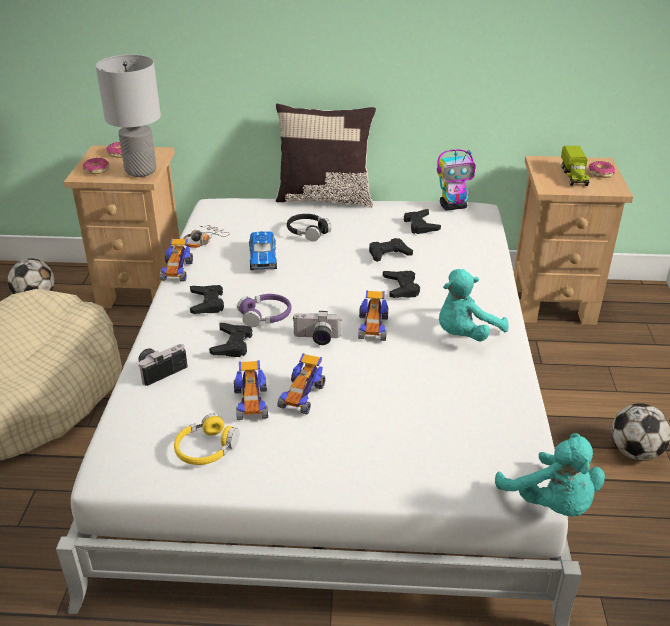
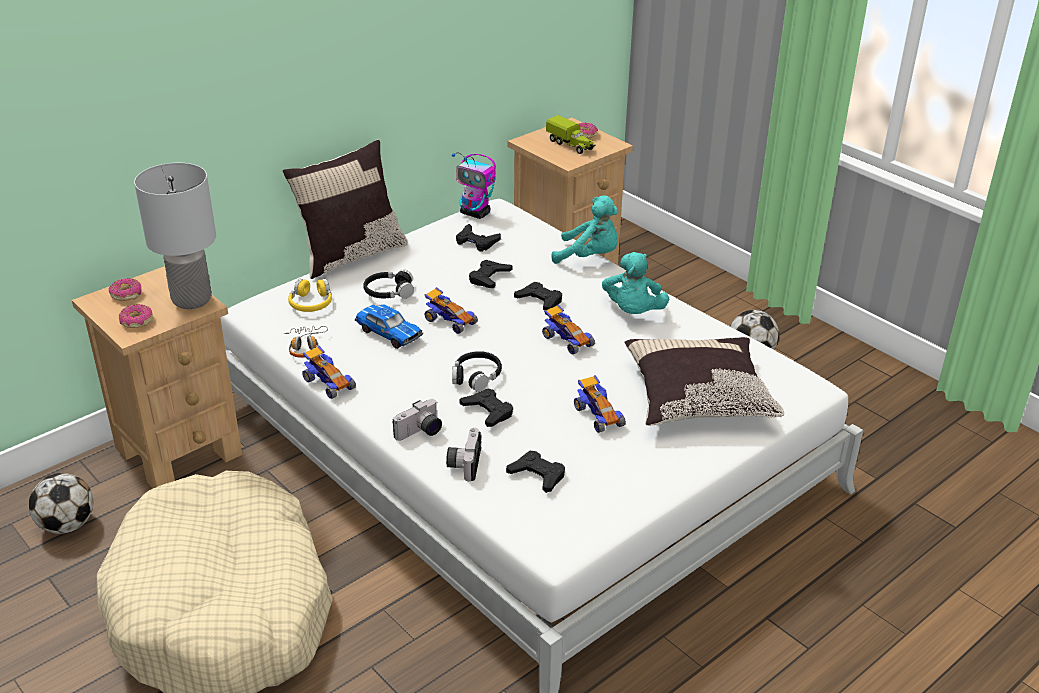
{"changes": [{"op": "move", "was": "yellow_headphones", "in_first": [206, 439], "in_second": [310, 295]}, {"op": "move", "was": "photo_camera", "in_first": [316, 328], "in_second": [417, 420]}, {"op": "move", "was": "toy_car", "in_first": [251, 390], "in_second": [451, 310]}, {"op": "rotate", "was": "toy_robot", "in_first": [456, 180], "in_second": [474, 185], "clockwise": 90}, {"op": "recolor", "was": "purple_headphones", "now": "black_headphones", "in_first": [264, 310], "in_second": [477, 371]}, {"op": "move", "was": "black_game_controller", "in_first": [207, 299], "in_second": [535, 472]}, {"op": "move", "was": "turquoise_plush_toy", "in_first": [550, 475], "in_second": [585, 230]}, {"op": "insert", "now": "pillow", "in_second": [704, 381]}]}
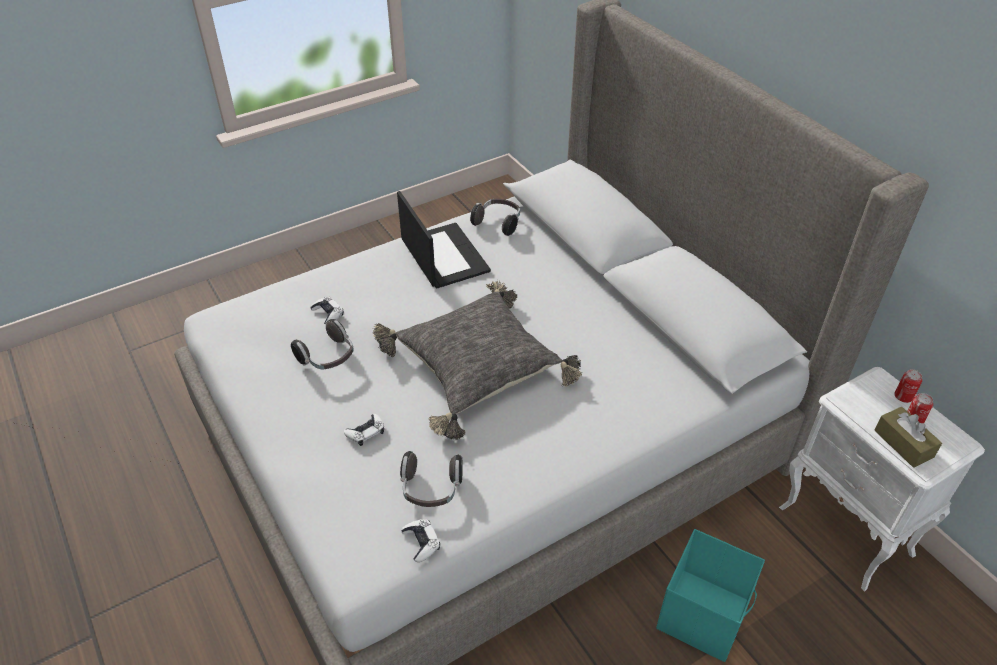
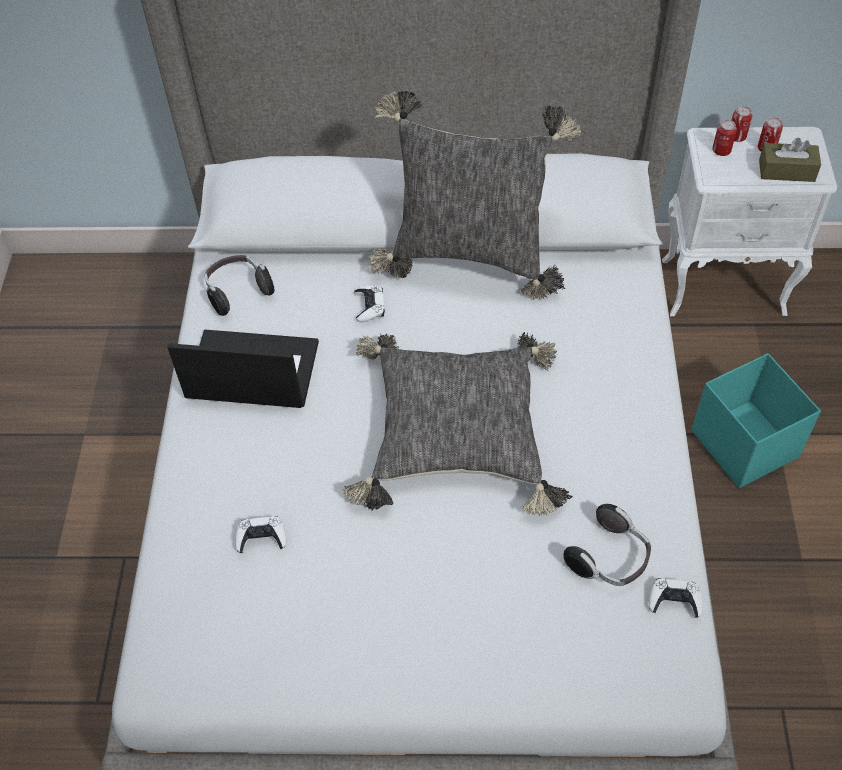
{"changes": [{"op": "move", "was": "white_game_controller", "in_first": [364, 430], "in_second": [369, 303]}, {"op": "insert", "now": "pillow", "in_second": [474, 196]}, {"op": "insert", "now": "can", "in_second": [724, 138]}, {"op": "delete", "was": "headphones", "in_first": [322, 344]}]}
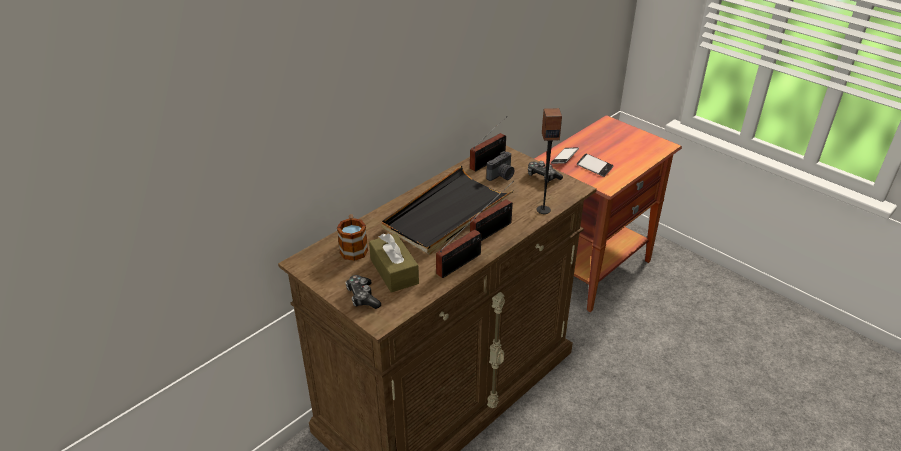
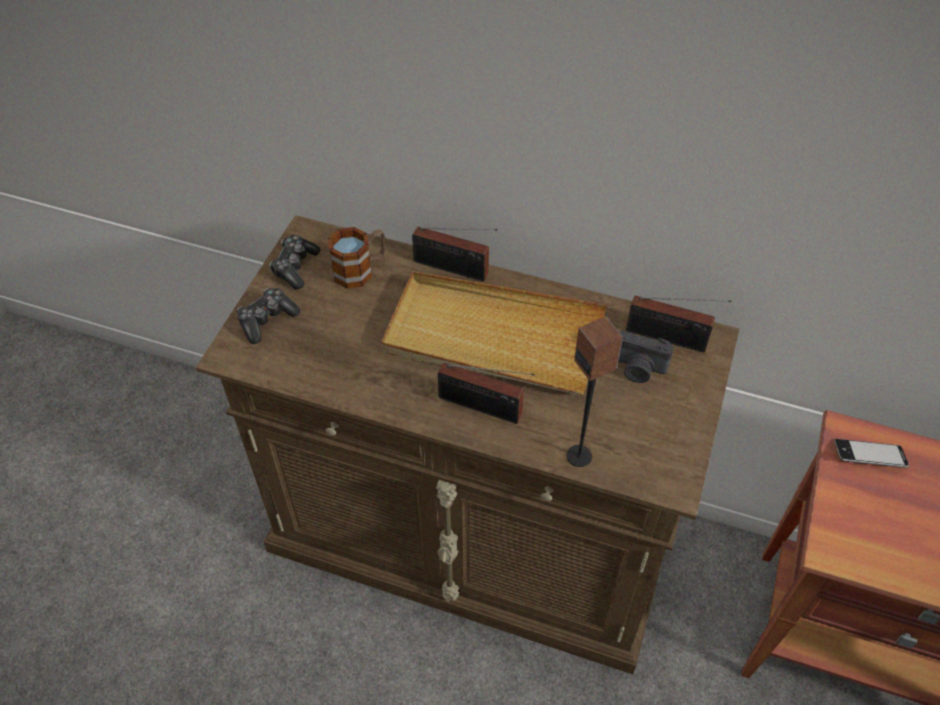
{"changes": [{"op": "move", "was": "game_controller", "in_first": [545, 172], "in_second": [295, 262]}, {"op": "recolor", "was": "black_tray", "now": "beige_tray", "in_first": [447, 210], "in_second": [494, 333]}, {"op": "move", "was": "radio", "in_first": [459, 244], "in_second": [455, 254]}, {"op": "delete", "was": "brown_tissue_box", "in_first": [394, 263]}, {"op": "delete", "was": "phone", "in_first": [595, 165]}]}
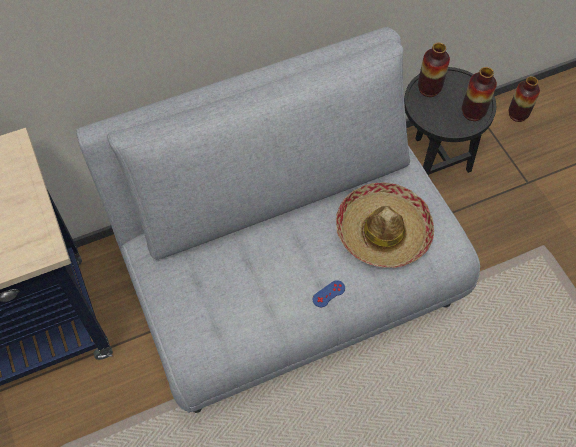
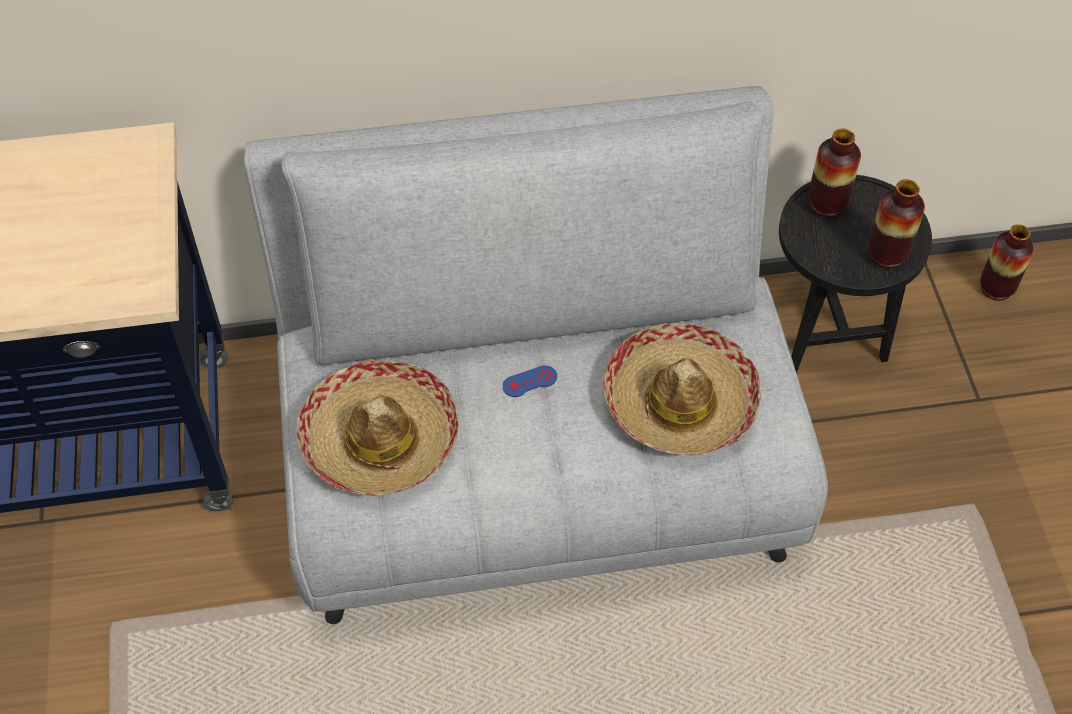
{"changes": [{"op": "insert", "now": "hat", "in_second": [378, 428]}, {"op": "move", "was": "blue_game_controller", "in_first": [329, 293], "in_second": [530, 381]}]}
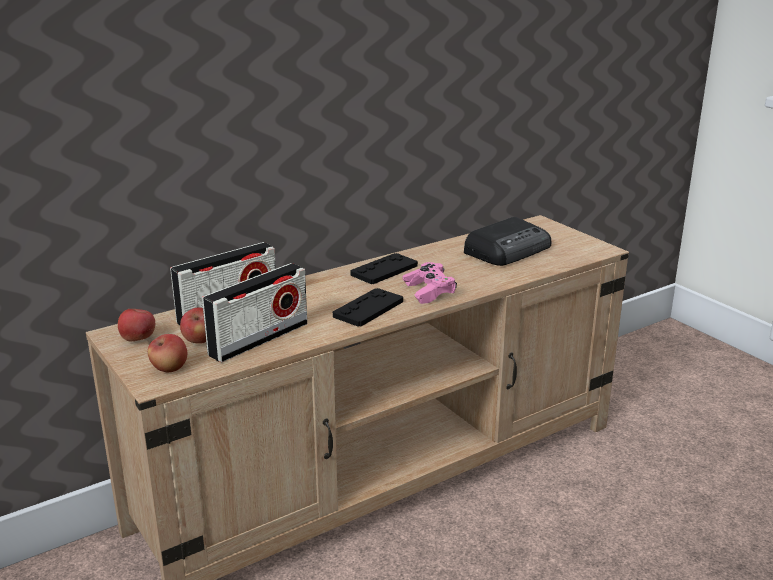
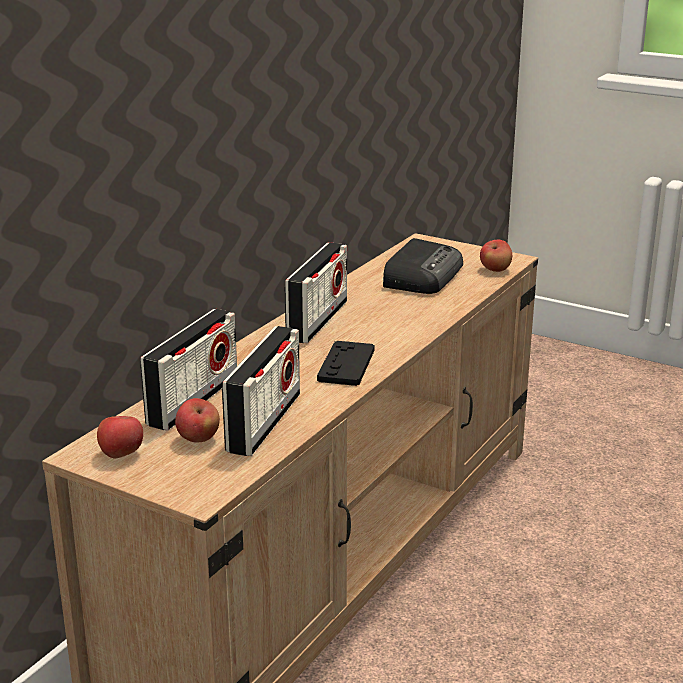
{"changes": [{"op": "replace", "was": "black_game_controller", "now": "radio", "in_first": [384, 268], "in_second": [316, 292]}, {"op": "move", "was": "apple", "in_first": [167, 353], "in_second": [496, 256]}, {"op": "delete", "was": "pink_game_controller", "in_first": [430, 283]}]}
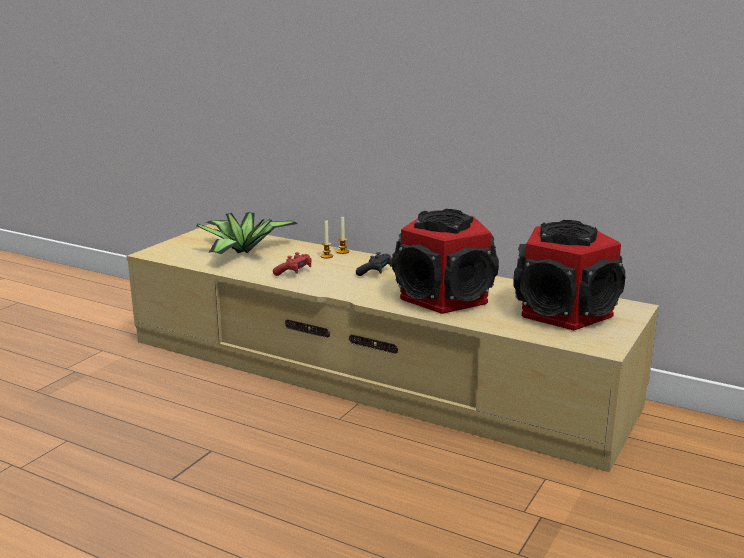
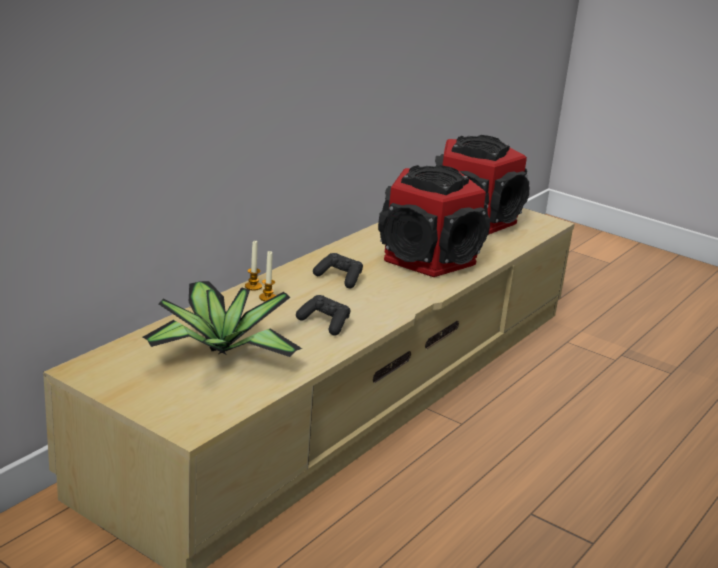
{"changes": [{"op": "recolor", "was": "red_game_controller", "now": "black_game_controller", "in_first": [292, 264], "in_second": [323, 315]}]}
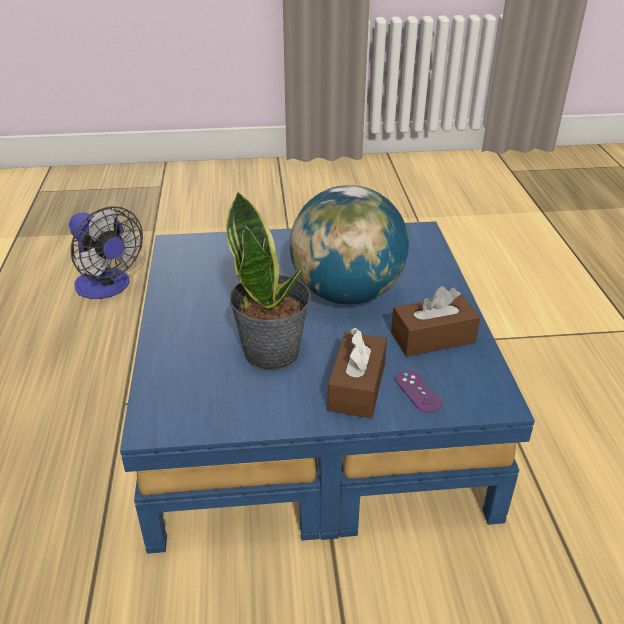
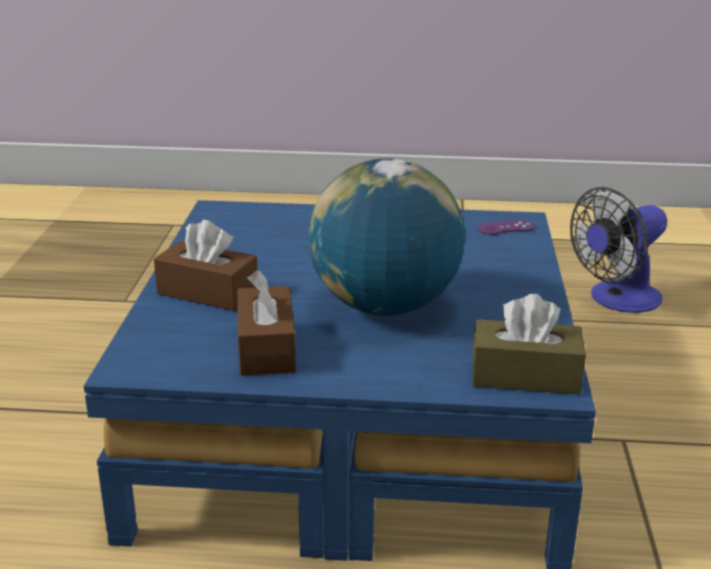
{"changes": [{"op": "insert", "now": "brown_tissue_box", "in_second": [529, 344]}, {"op": "move", "was": "purple_game_controller", "in_first": [418, 391], "in_second": [506, 227]}, {"op": "delete", "was": "potted_plant", "in_first": [268, 280]}]}
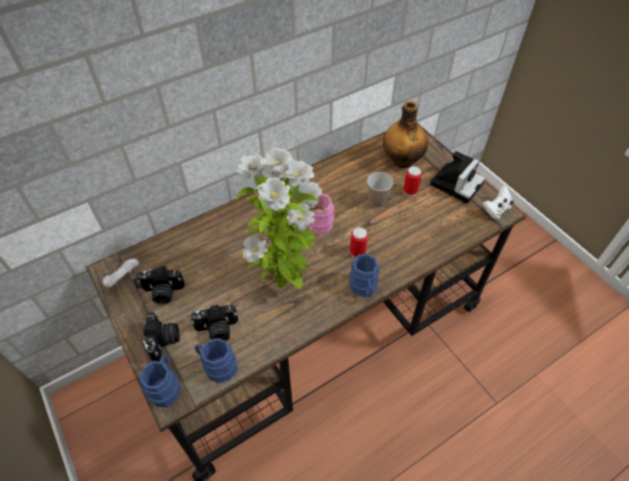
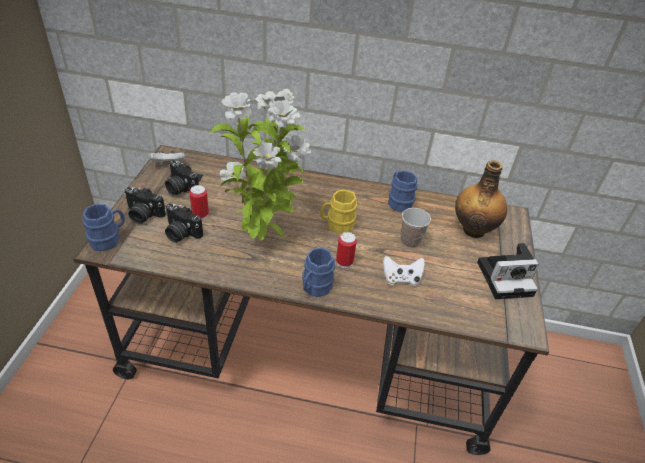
{"changes": [{"op": "rotate", "was": "photo_camera", "in_first": [161, 337], "in_second": [145, 205], "clockwise": 75}, {"op": "move", "was": "can", "in_first": [412, 181], "in_second": [199, 202]}, {"op": "recolor", "was": "pink_mug", "now": "yellow_mug", "in_first": [320, 214], "in_second": [338, 212]}, {"op": "move", "was": "white_game_controller", "in_first": [498, 202], "in_second": [404, 271]}, {"op": "move", "was": "blue_mug", "in_first": [216, 360], "in_second": [403, 191]}]}
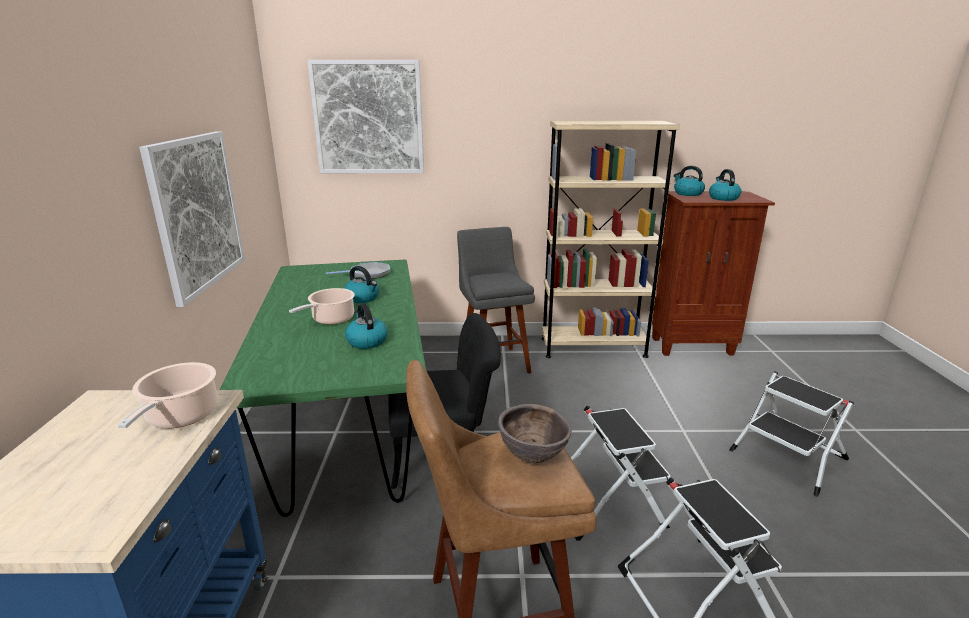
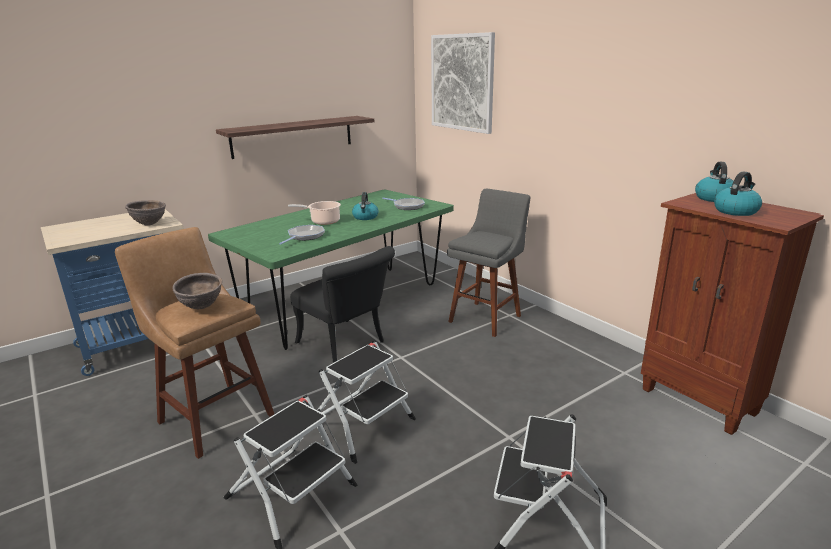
{"changes": [{"op": "replace", "was": "cooking_pot", "now": "brown_bowl", "in_first": [168, 395], "in_second": [145, 213]}, {"op": "replace", "was": "picture", "now": "shelf", "in_first": [192, 219], "in_second": [295, 137]}, {"op": "replace", "was": "kettle", "now": "frying_pan", "in_first": [366, 326], "in_second": [302, 235]}, {"op": "delete", "was": "beige_bookcase", "in_first": [611, 239]}]}
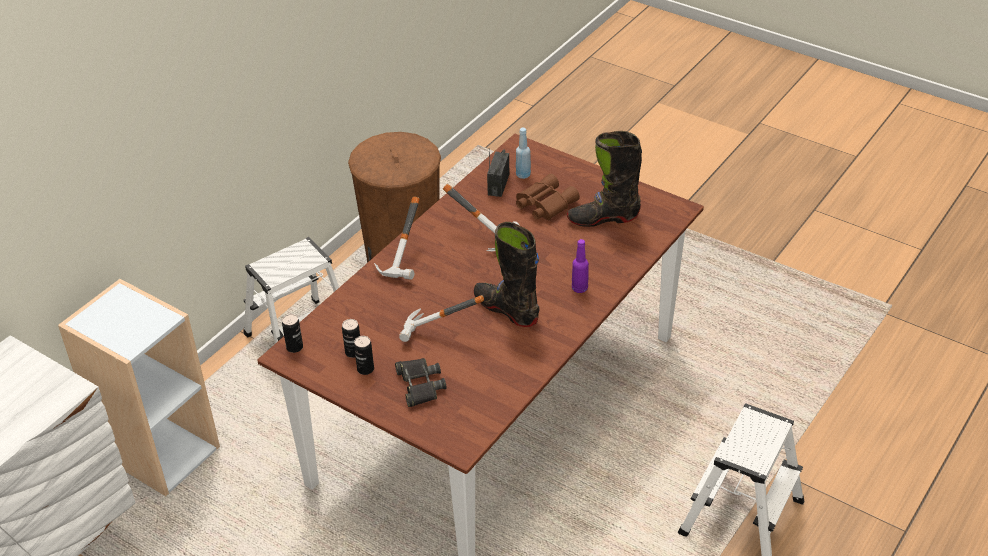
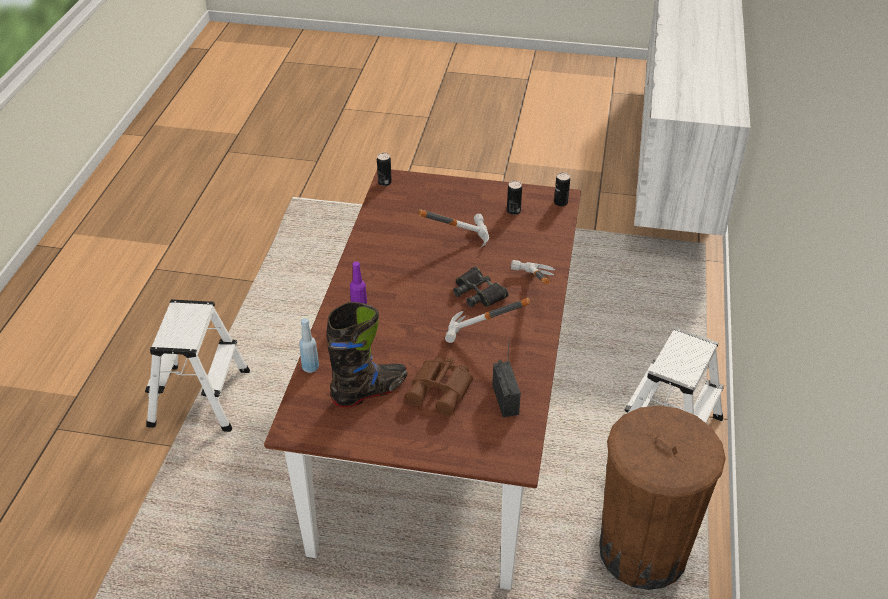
{"changes": [{"op": "move", "was": "blue_bottle", "in_first": [523, 153], "in_second": [309, 345]}, {"op": "move", "was": "can", "in_first": [364, 355], "in_second": [384, 169]}, {"op": "move", "was": "black_binoculars", "in_first": [421, 382], "in_second": [481, 286]}, {"op": "delete", "was": "bookcase", "in_first": [139, 387]}, {"op": "delete", "was": "black_boot", "in_first": [507, 274]}]}
